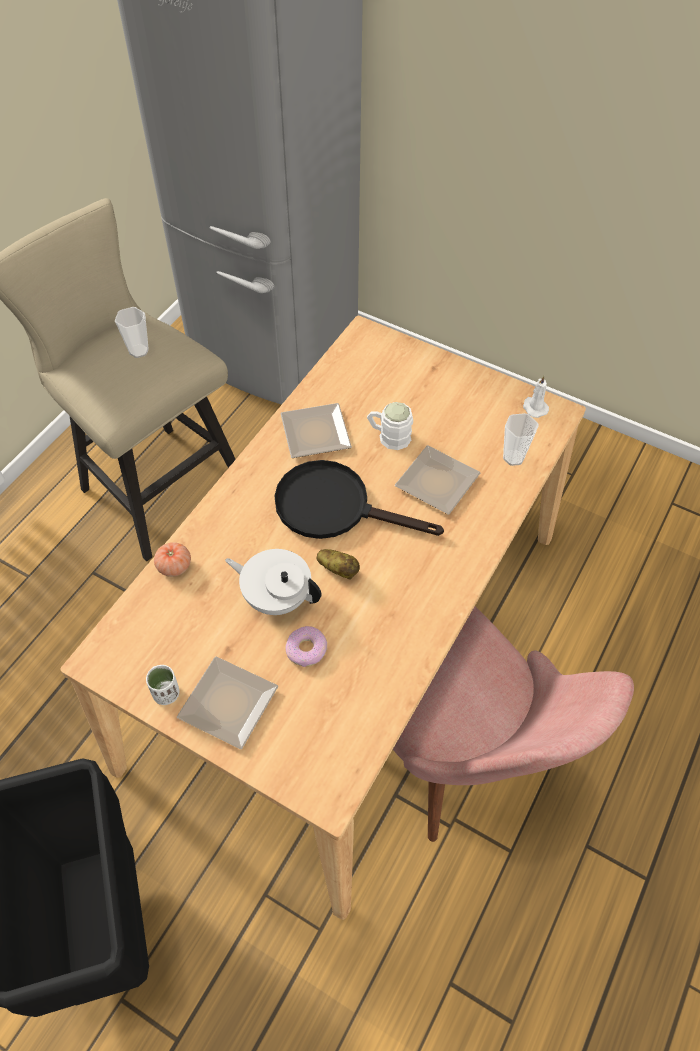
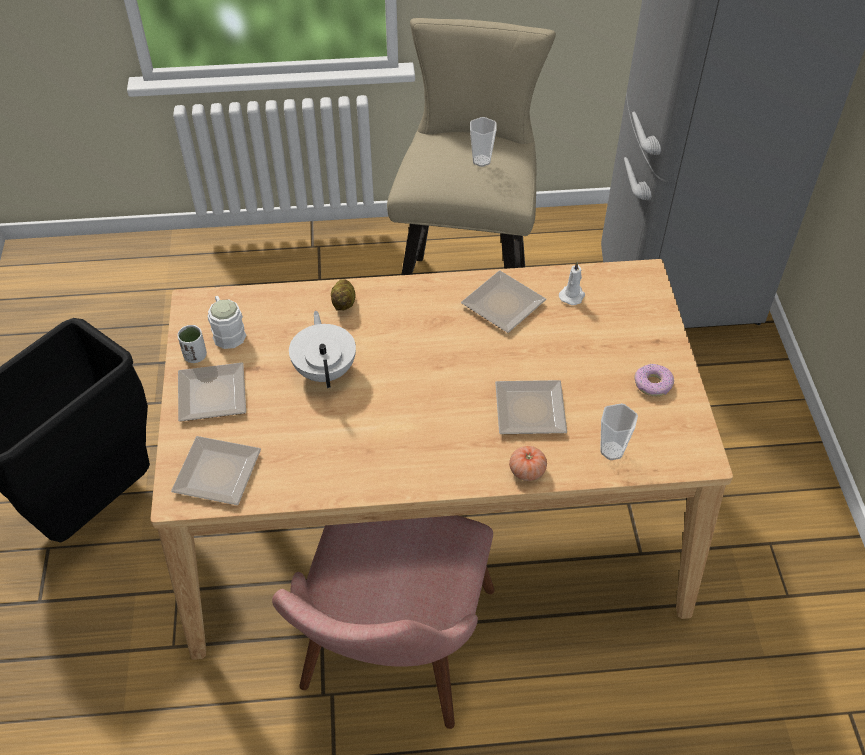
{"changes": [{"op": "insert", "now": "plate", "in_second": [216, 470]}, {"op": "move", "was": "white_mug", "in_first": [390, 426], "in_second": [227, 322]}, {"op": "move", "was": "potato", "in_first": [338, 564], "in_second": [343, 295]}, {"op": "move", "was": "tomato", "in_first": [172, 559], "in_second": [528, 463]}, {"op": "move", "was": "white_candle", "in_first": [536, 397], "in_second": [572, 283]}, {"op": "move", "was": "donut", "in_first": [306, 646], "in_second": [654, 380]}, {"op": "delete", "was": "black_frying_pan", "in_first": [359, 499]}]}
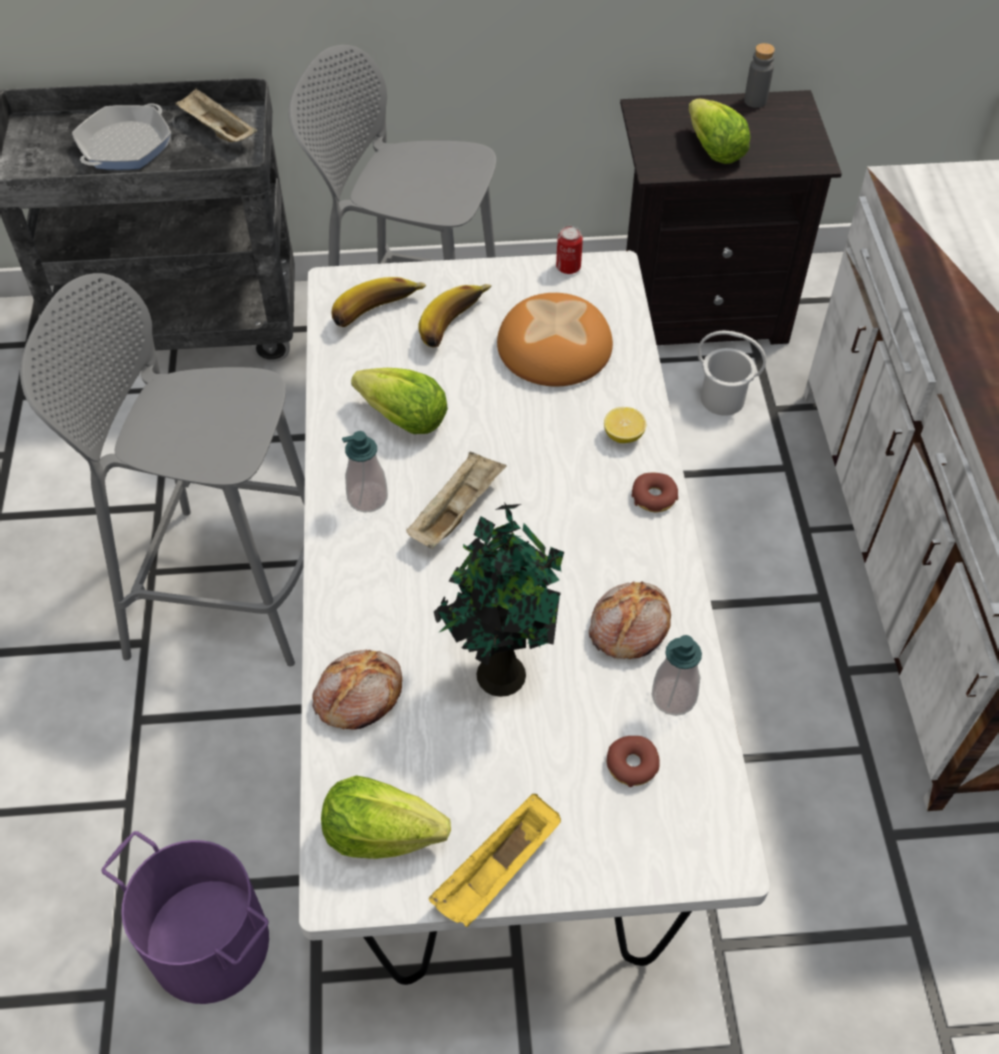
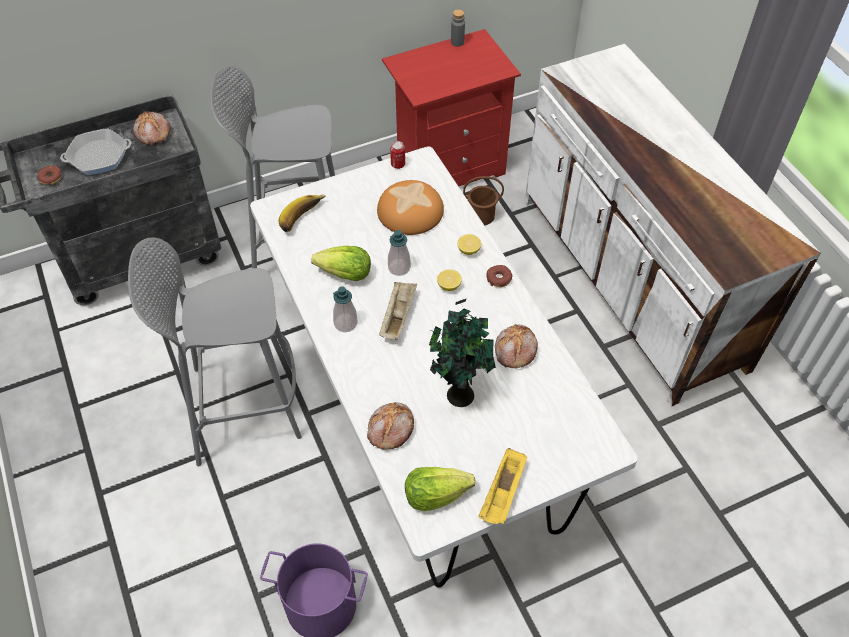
{"changes": [{"op": "move", "was": "donut", "in_first": [633, 761], "in_second": [50, 175]}, {"op": "rotate", "was": "frying_pan", "in_first": [121, 136], "in_second": [95, 151], "clockwise": -120}, {"op": "replace", "was": "beige_tray", "now": "bread", "in_first": [216, 115], "in_second": [151, 128]}, {"op": "recolor", "was": "black_nightstand", "now": "red_nightstand", "in_first": [731, 217], "in_second": [451, 108]}, {"op": "move", "was": "soap_dispenser", "in_first": [676, 675], "in_second": [399, 253]}, {"op": "insert", "now": "lemon", "in_second": [449, 280]}, {"op": "recolor", "was": "white_bucket", "now": "brown_bucket", "in_first": [731, 373], "in_second": [483, 200]}, {"op": "delete", "was": "banana", "in_first": [454, 316]}, {"op": "delete", "was": "lettuce", "in_first": [719, 131]}]}
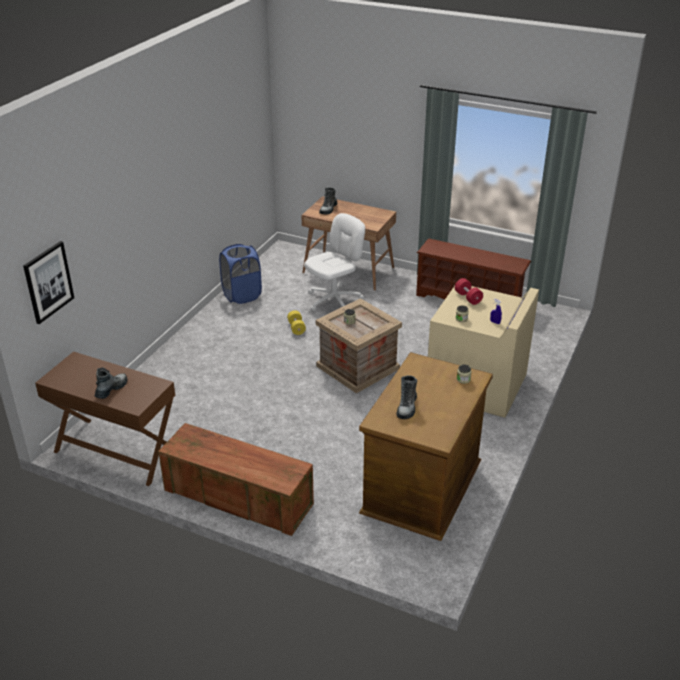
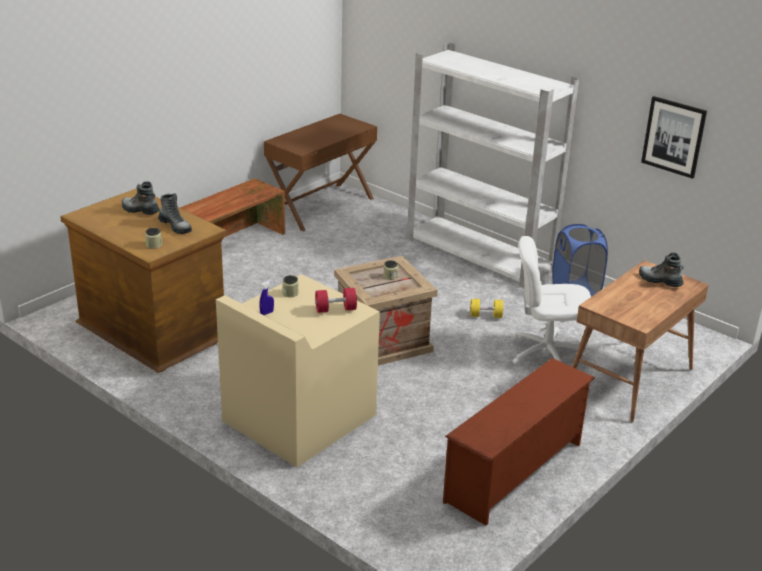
{"changes": [{"op": "move", "was": "boot", "in_first": [111, 383], "in_second": [175, 213]}, {"op": "insert", "now": "white_bookcase", "in_second": [493, 164]}, {"op": "rotate", "was": "white_office_chair", "in_first": [334, 262], "in_second": [551, 301], "clockwise": 120}, {"op": "move", "was": "picture", "in_first": [48, 282], "in_second": [674, 137]}]}
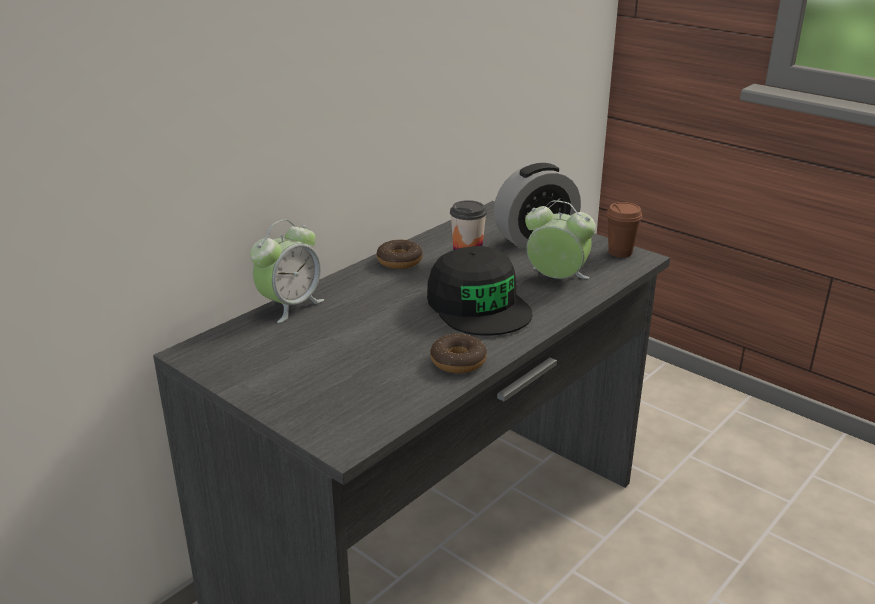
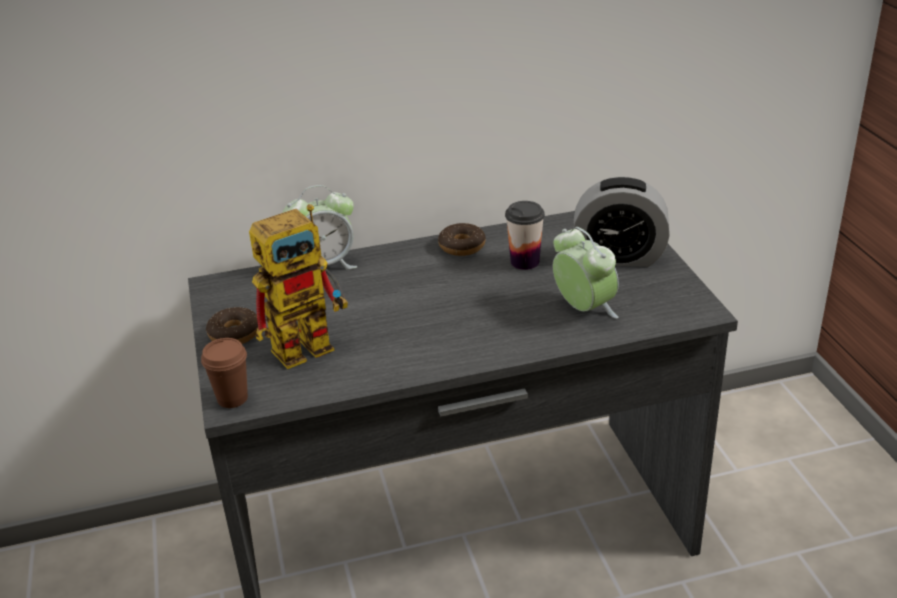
{"changes": [{"op": "move", "was": "brown_cup", "in_first": [624, 230], "in_second": [224, 373]}, {"op": "move", "was": "donut", "in_first": [458, 354], "in_second": [232, 325]}, {"op": "insert", "now": "toy_robot", "in_second": [298, 286]}, {"op": "delete", "was": "black_cap", "in_first": [479, 291]}]}
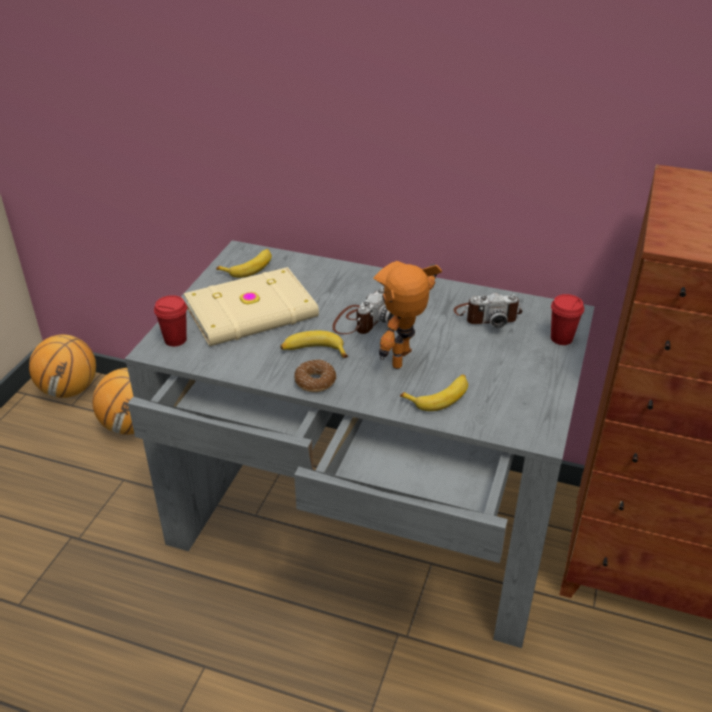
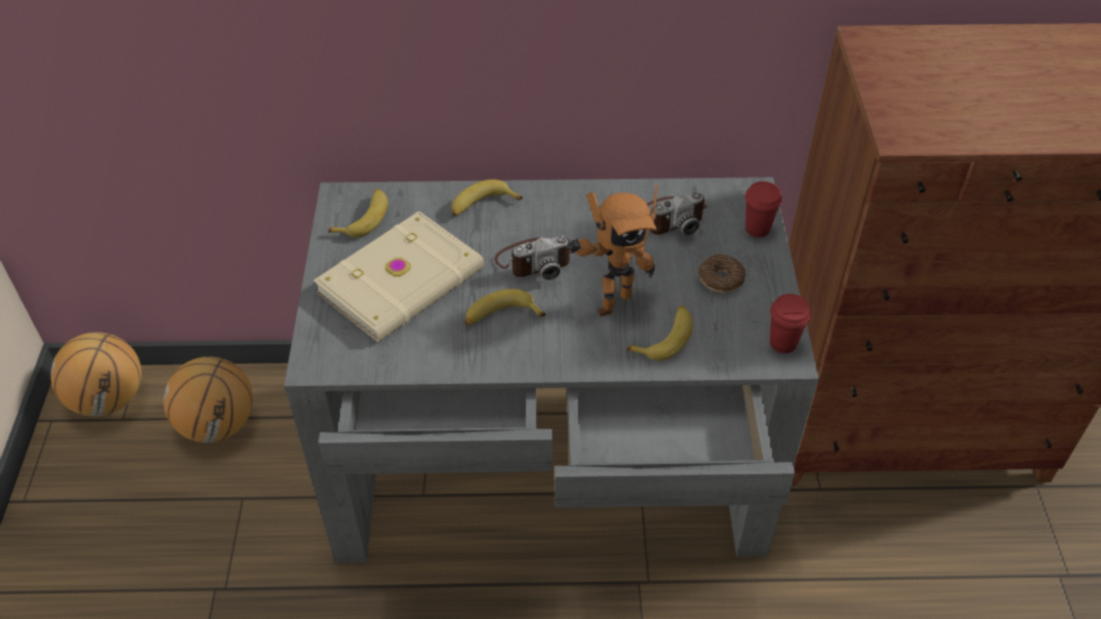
{"changes": [{"op": "insert", "now": "banana", "in_second": [487, 197]}, {"op": "rotate", "was": "photo_camera", "in_first": [363, 310], "in_second": [534, 257], "clockwise": 60}, {"op": "rotate", "was": "toy_robot", "in_first": [407, 315], "in_second": [612, 251], "clockwise": -135}, {"op": "move", "was": "donut", "in_first": [315, 376], "in_second": [722, 273]}, {"op": "move", "was": "red_cup", "in_first": [170, 320], "in_second": [790, 323]}]}
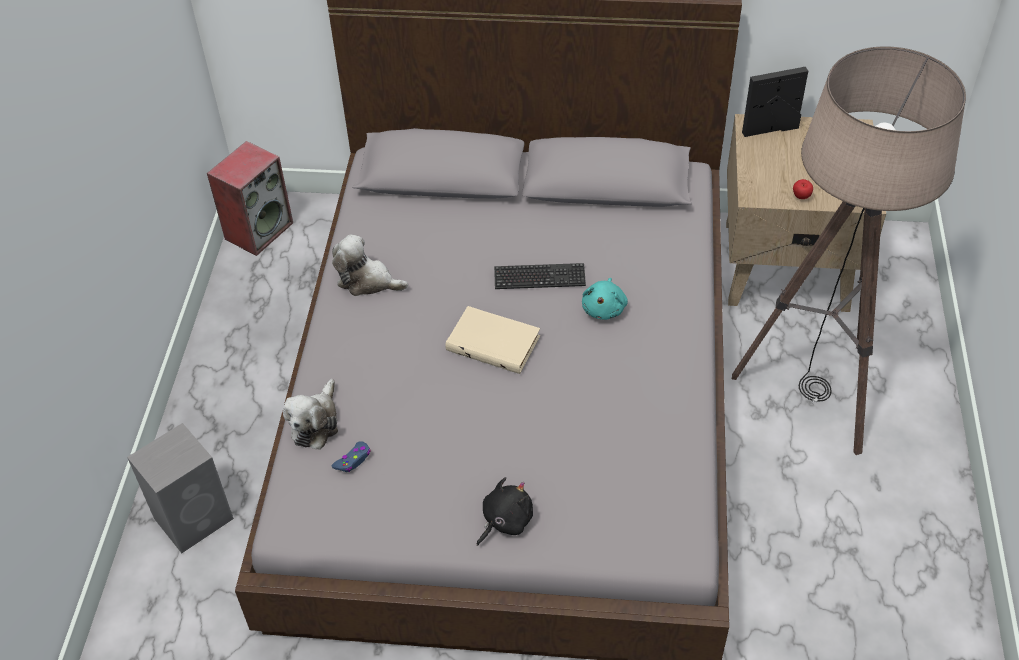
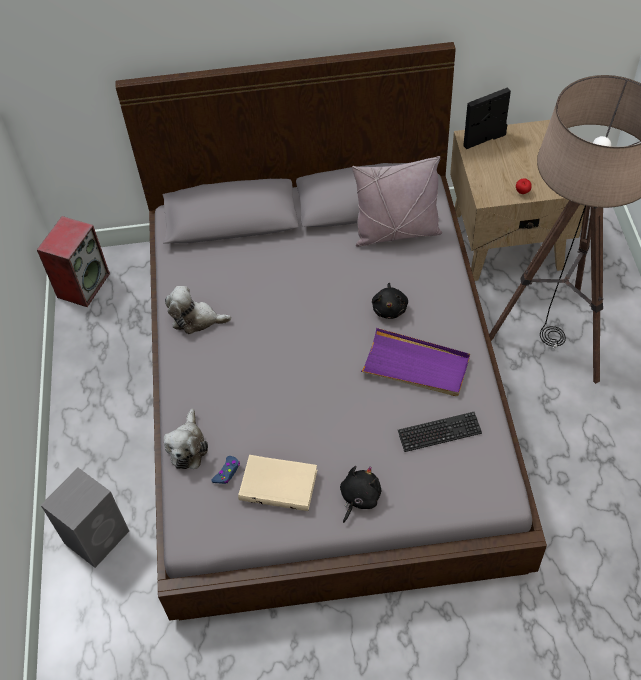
{"changes": [{"op": "move", "was": "beige_book", "in_first": [492, 340], "in_second": [278, 483]}, {"op": "insert", "now": "purple_pillow", "in_second": [397, 201]}, {"op": "insert", "now": "purple_tray", "in_second": [415, 362]}, {"op": "recolor", "was": "turquoise_plush_toy", "now": "black_plush_toy", "in_first": [605, 299], "in_second": [390, 301]}, {"op": "move", "was": "keyboard", "in_first": [540, 276], "in_second": [440, 432]}]}
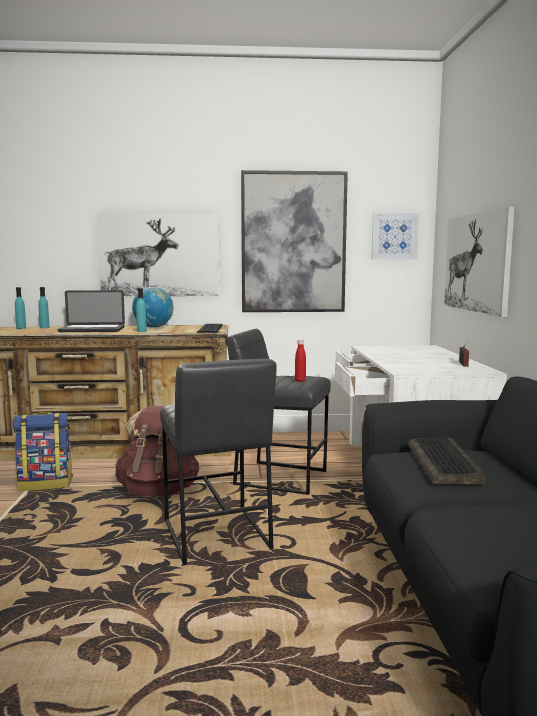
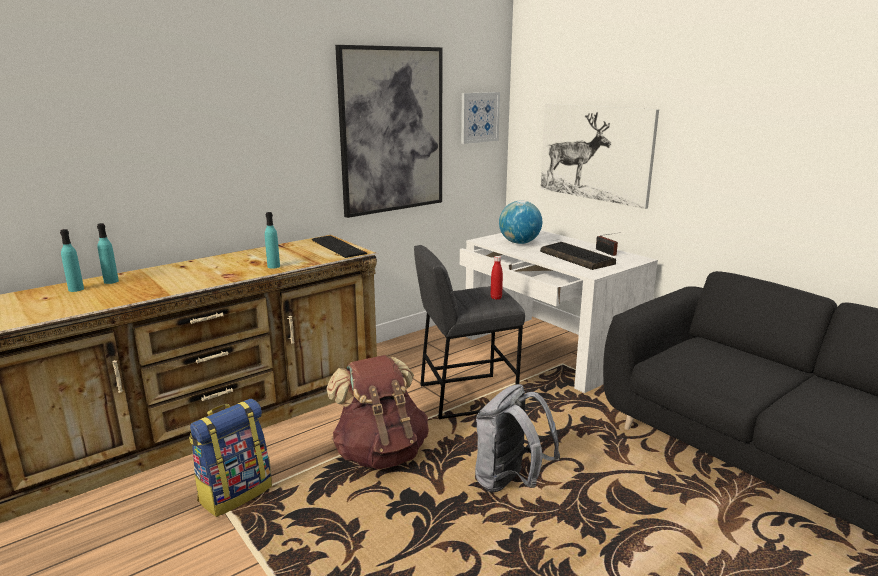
{"changes": [{"op": "replace", "was": "grey_stool", "now": "grey_backpack", "in_first": [218, 462], "in_second": [517, 438]}, {"op": "move", "was": "globe", "in_first": [153, 307], "in_second": [520, 222]}, {"op": "move", "was": "keyboard", "in_first": [447, 461], "in_second": [578, 256]}, {"op": "delete", "was": "laptop", "in_first": [91, 311]}, {"op": "delete", "was": "picture", "in_first": [158, 255]}]}
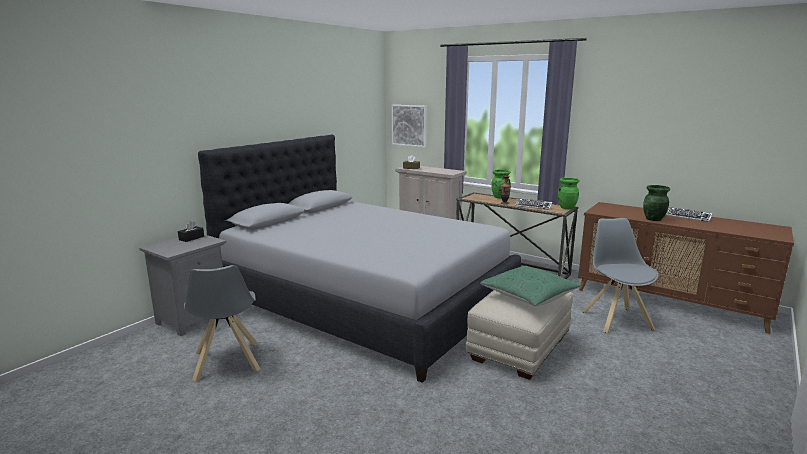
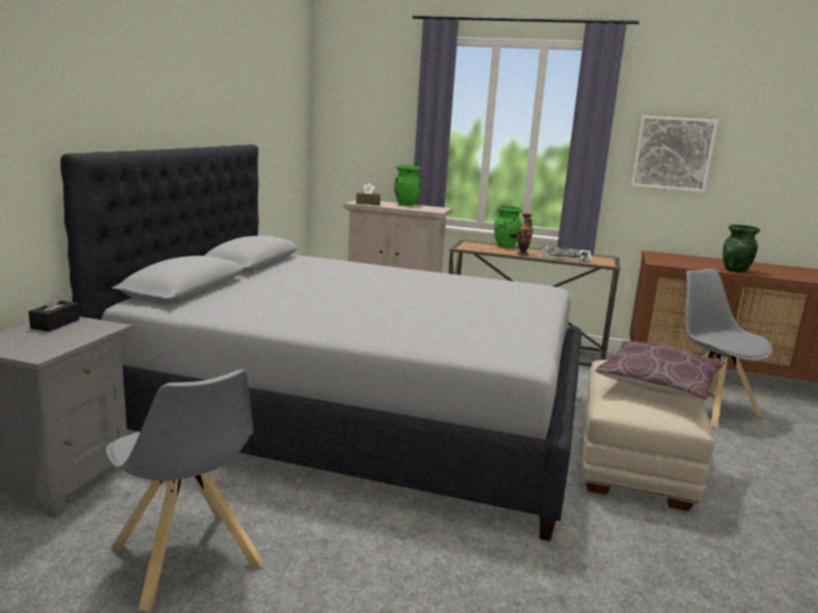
{"changes": [{"op": "move", "was": "green_vase", "in_first": [569, 193], "in_second": [407, 185]}, {"op": "recolor", "was": "green_pillow", "now": "brown_pillow", "in_first": [531, 286], "in_second": [659, 370]}, {"op": "move", "was": "picture", "in_first": [409, 126], "in_second": [674, 154]}, {"op": "delete", "was": "keyboard", "in_first": [689, 214]}]}
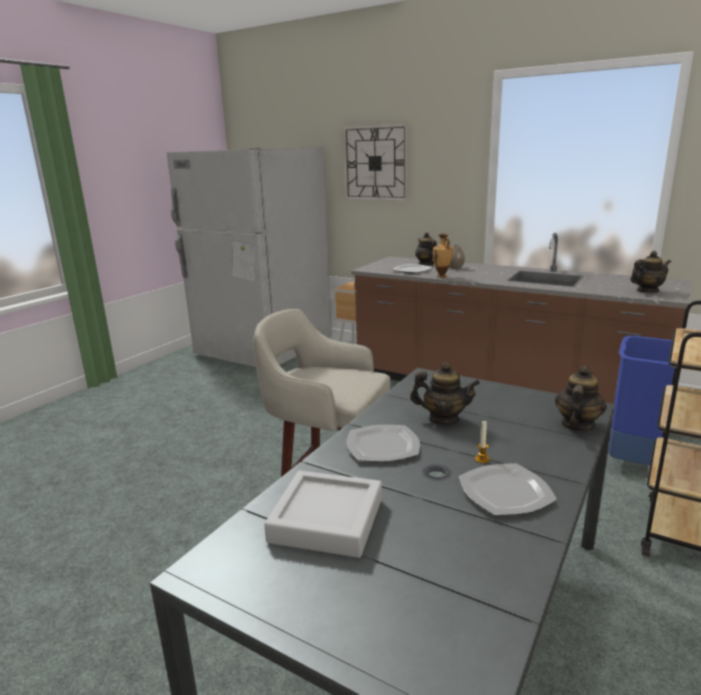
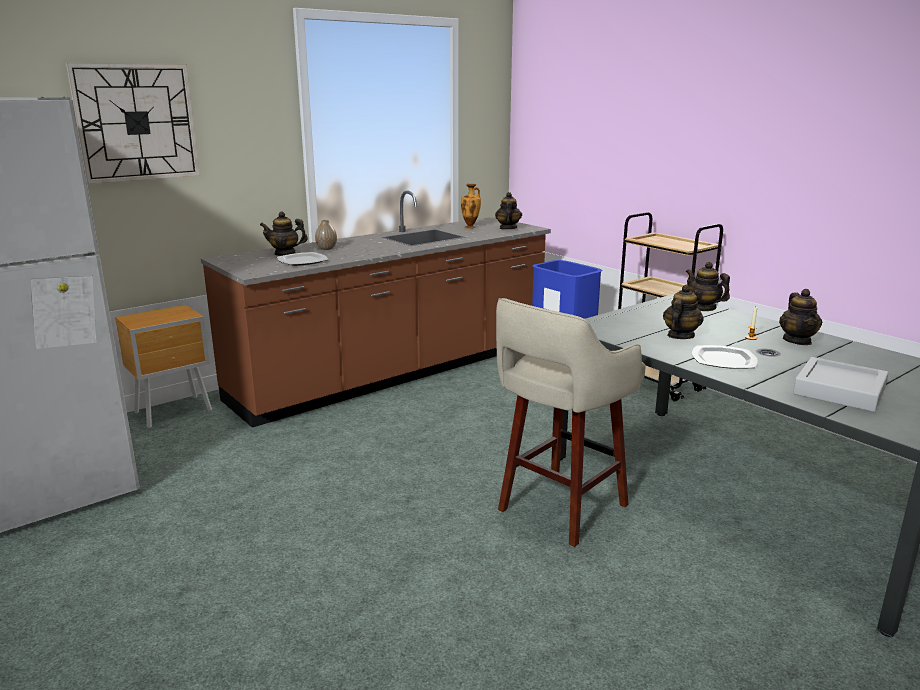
{"changes": [{"op": "move", "was": "vase", "in_first": [443, 256], "in_second": [471, 206]}, {"op": "replace", "was": "plate", "now": "teapot", "in_first": [508, 489], "in_second": [800, 317]}]}
